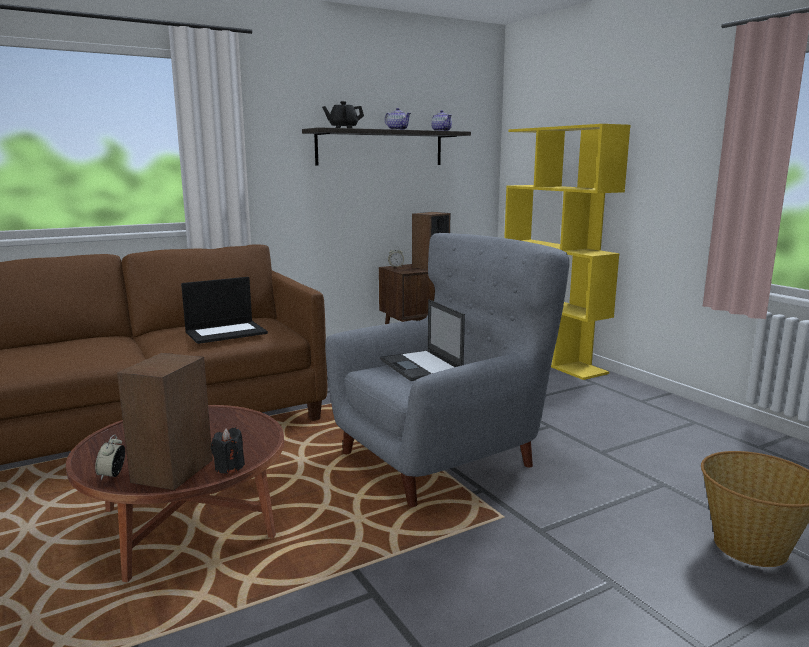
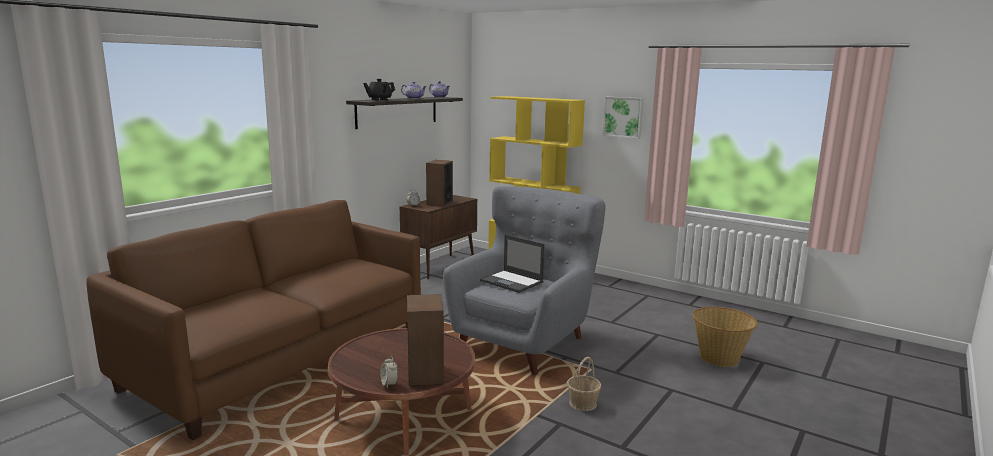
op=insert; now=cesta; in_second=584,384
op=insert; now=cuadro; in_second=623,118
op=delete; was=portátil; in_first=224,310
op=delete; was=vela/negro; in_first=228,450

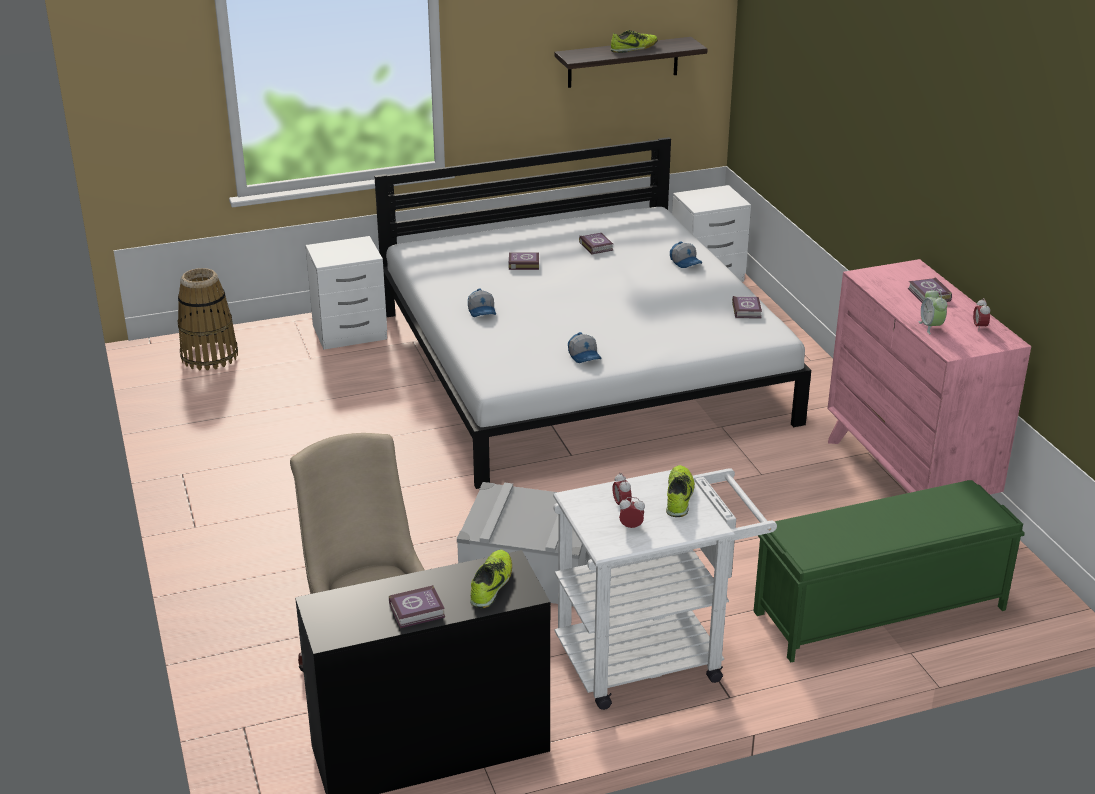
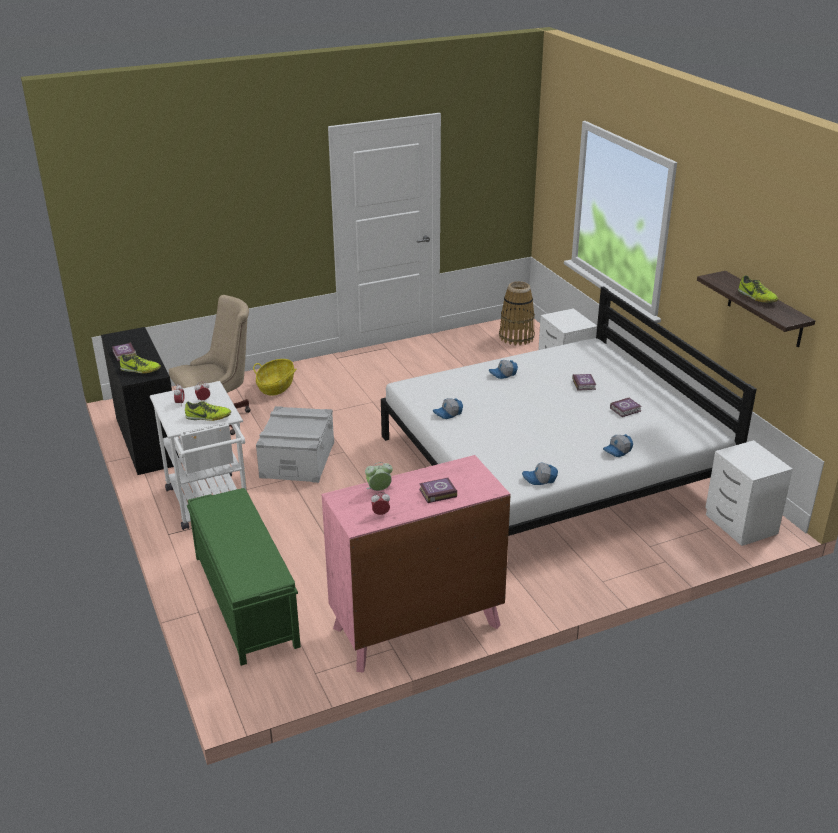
op=insert; now=cesta; in_second=274,377
op=replace; was=libro; now=gorra; in_first=747,307; in_second=540,474

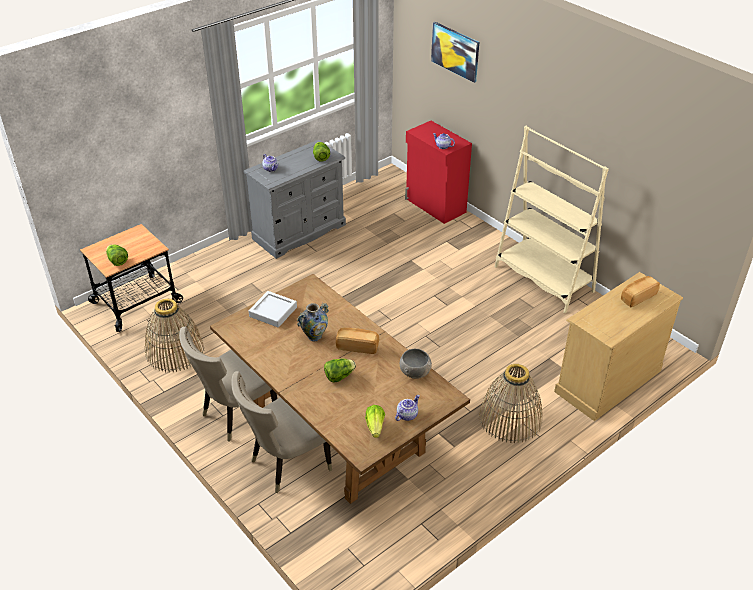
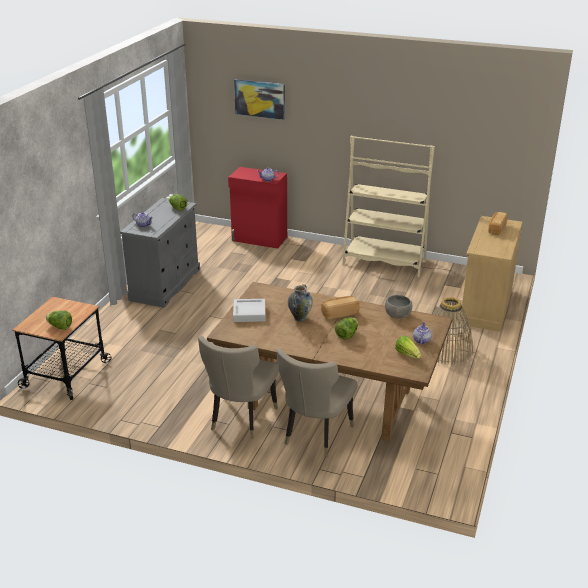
op=delete; was=cesta; in_first=175,335

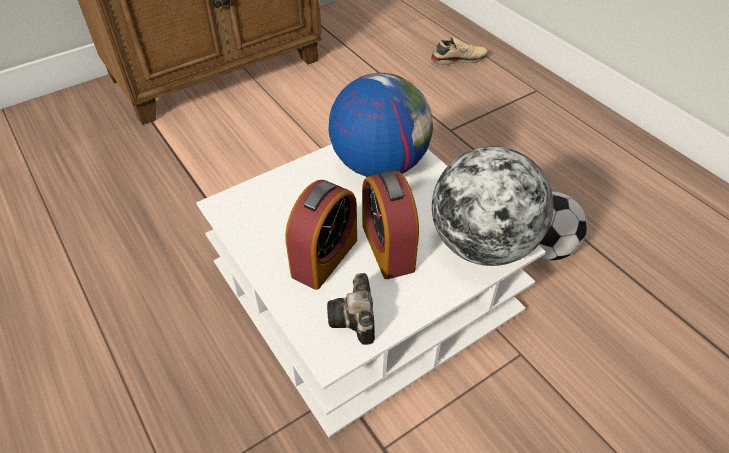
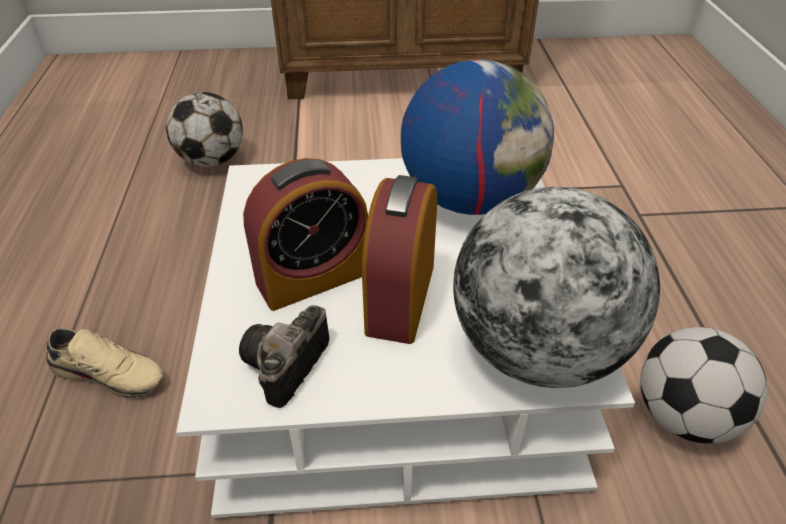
op=move; was=zapato/beis; in_first=459,50; in_second=105,363
op=insert; now=balón de fútbol; in_second=204,129

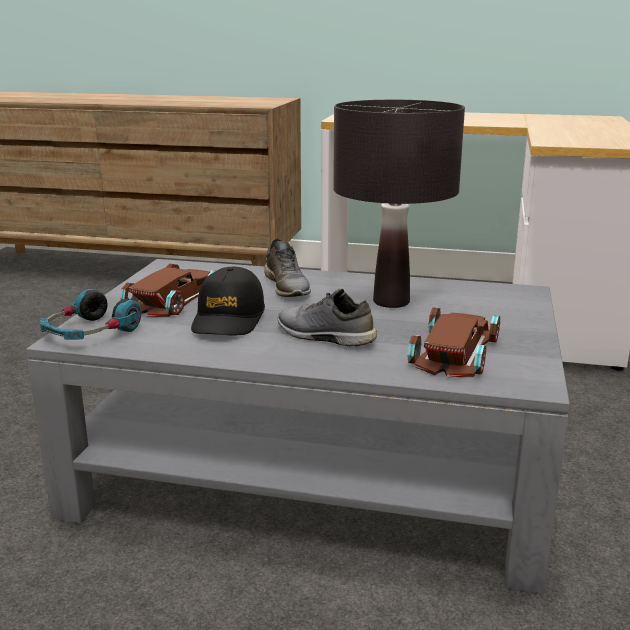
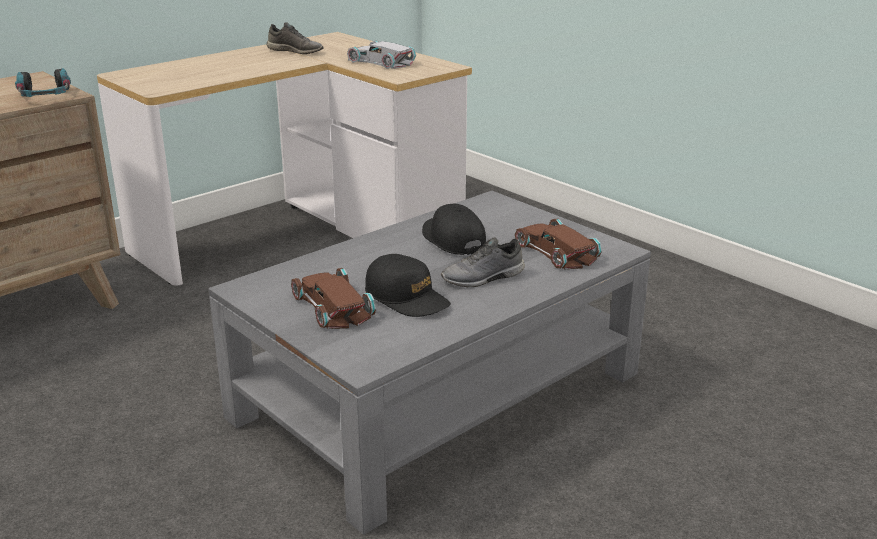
op=move; was=auriculares; in_first=90,314; in_second=43,82
op=move; was=zapato/gris; in_first=287,268; in_second=295,38
op=insert; now=coche de juguete/blanco; in_second=381,55
op=replace; was=lámpara de mesa/negro; now=gorra/negro; in_first=399,204; in_second=454,229

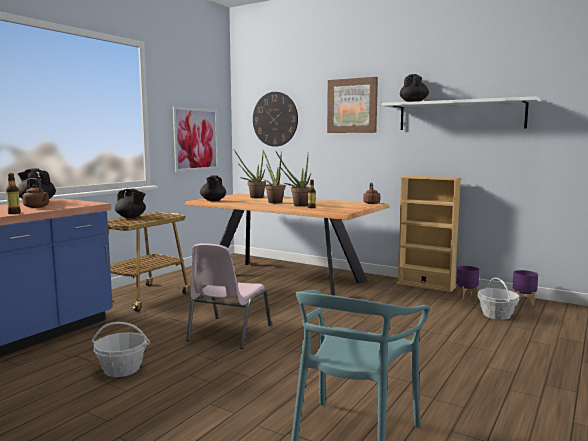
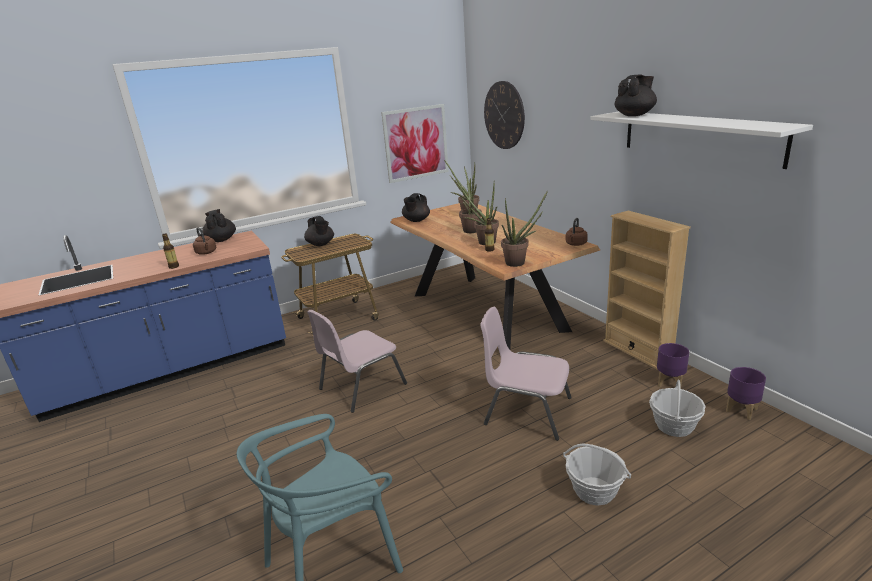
op=insert; now=silla/rosa; in_second=526,374
op=insert; now=planta en maceta; in_second=524,228
op=move; was=cesta; in_first=121,349; in_second=597,475
op=delete; was=cuadro; in_first=352,105

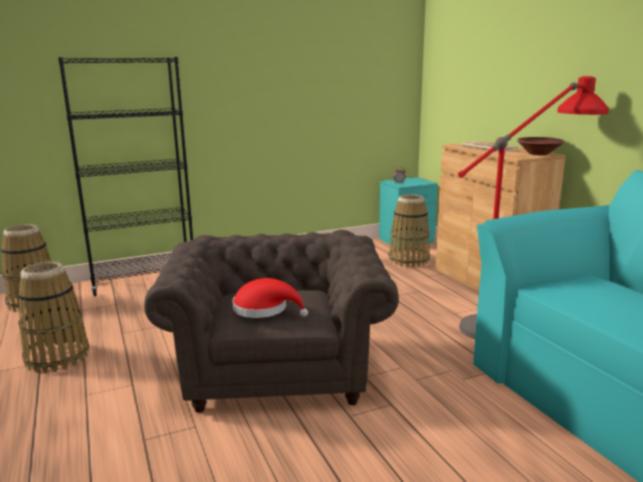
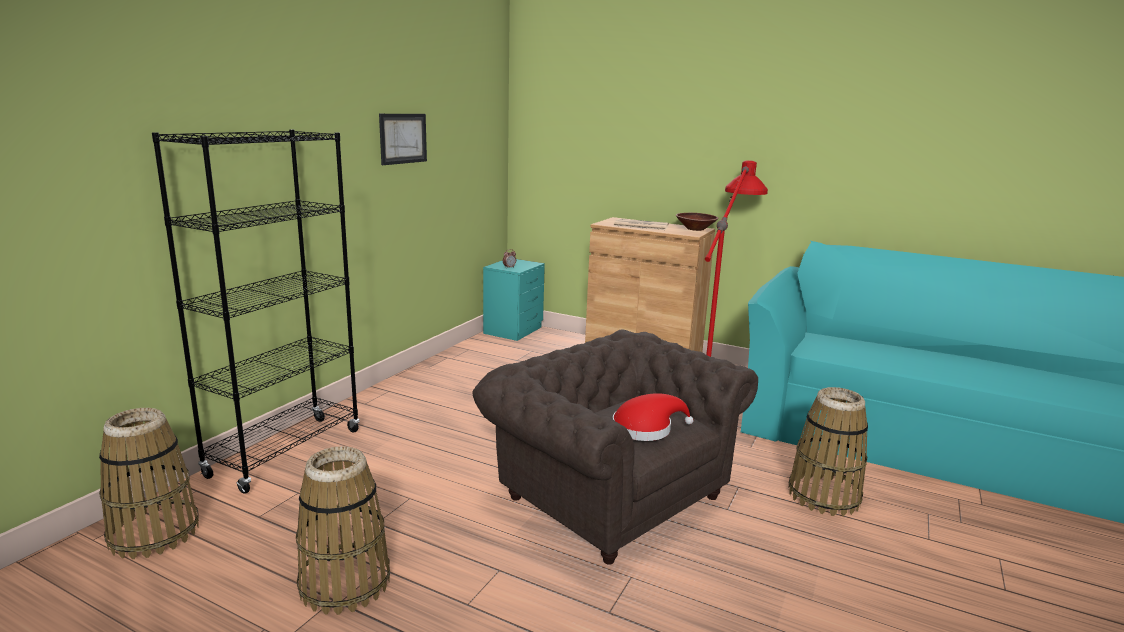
op=insert; now=cuadro; in_second=403,139
op=move; was=cesta; in_first=409,230; in_second=828,451

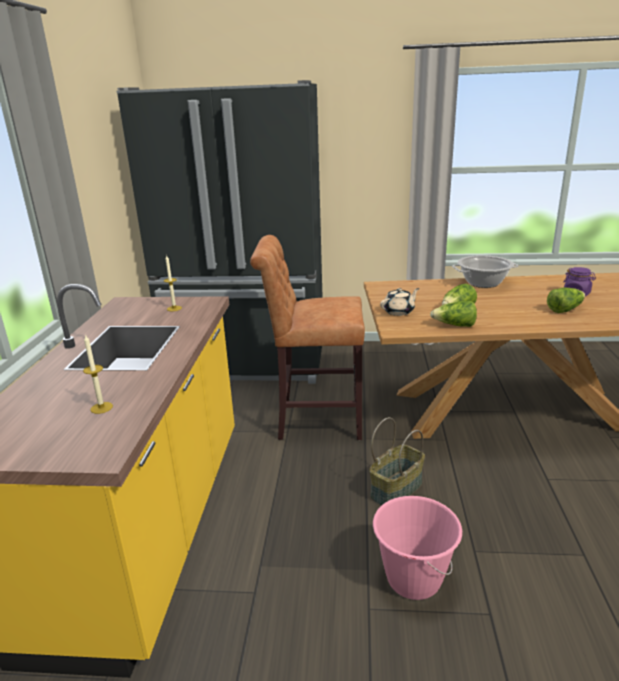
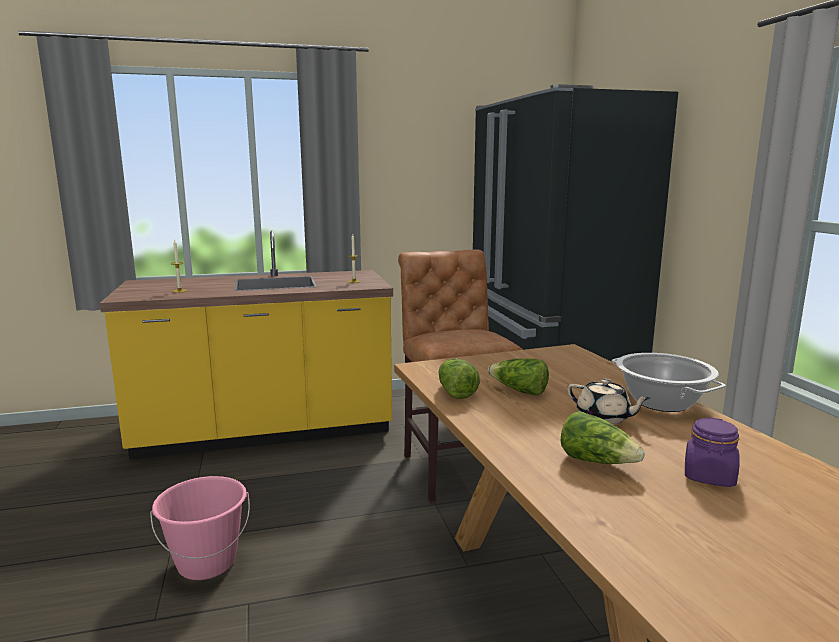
op=move; was=tetera/beis; in_first=399,302; in_second=609,402
op=delete; was=cesta; in_first=397,461

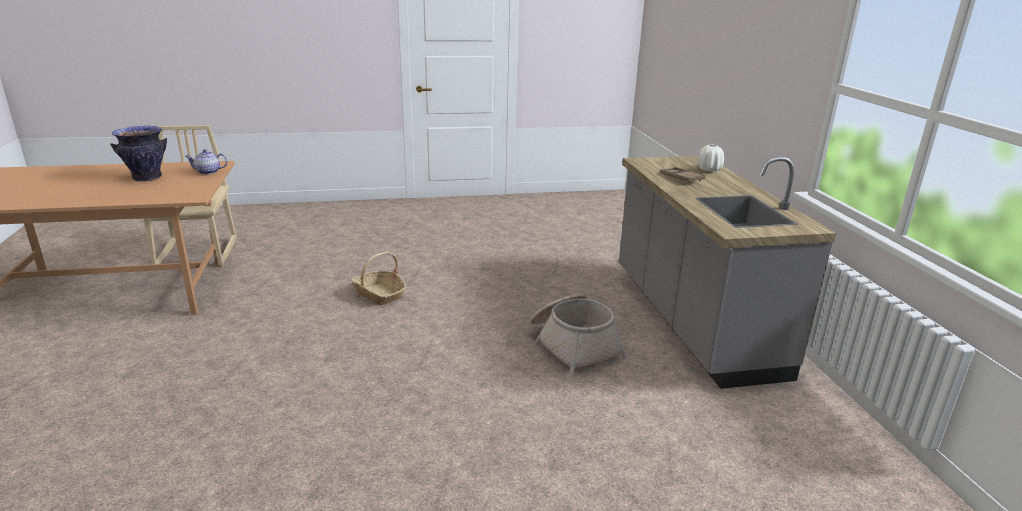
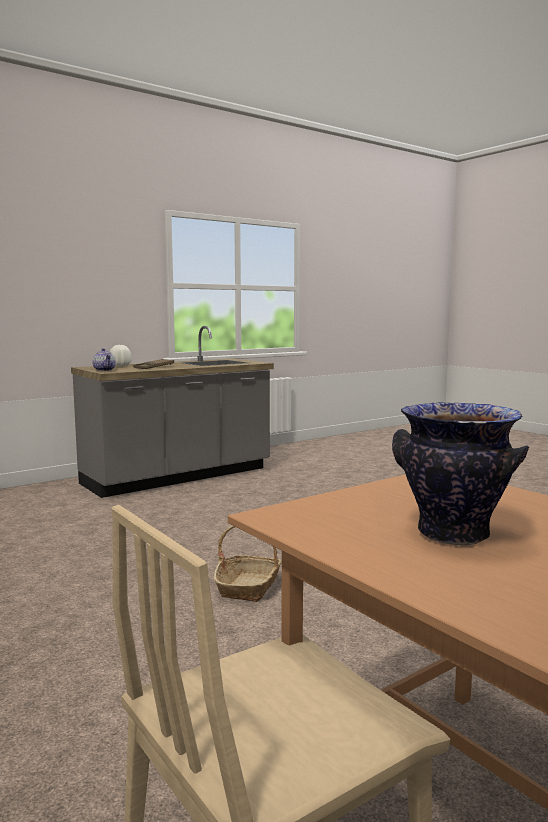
op=move; was=tetera; in_first=206,162; in_second=104,359
op=delete; was=cesta; in_first=578,335

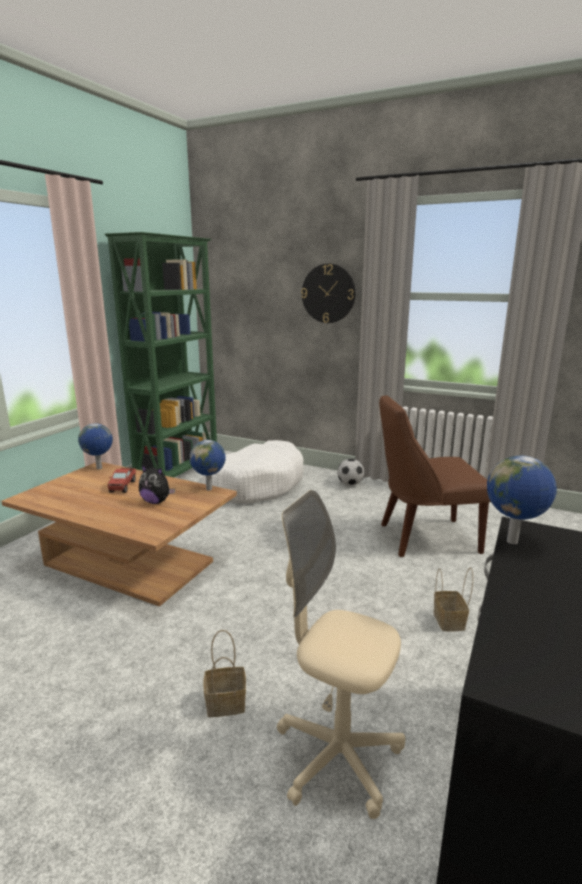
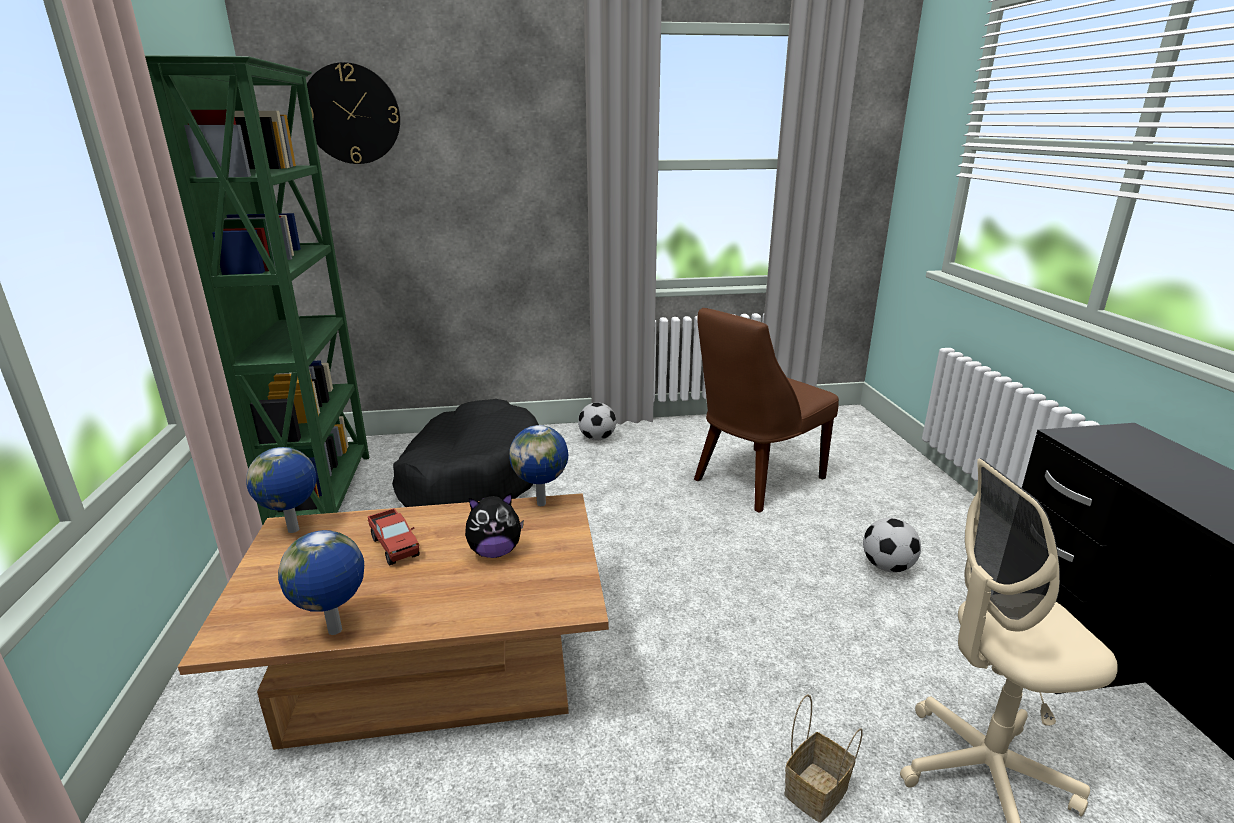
op=move; was=globo terráqueo; in_first=522,500; in_second=321,582
op=move; was=reloj de pared; in_first=328,293; in_second=353,113
op=recolor; was=cama para perro/blanco; now=cama para perro/negro; in_first=253,472; in_second=465,453
op=replace; was=cesta; now=balón de fútbol; in_first=453,599; in_second=892,545

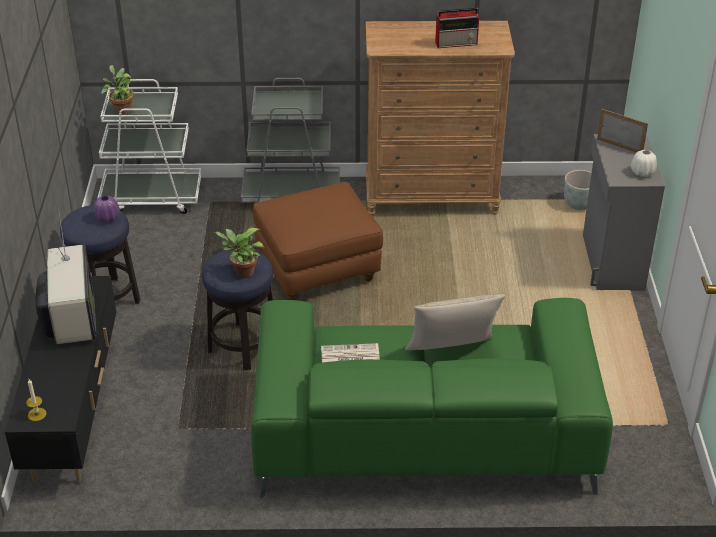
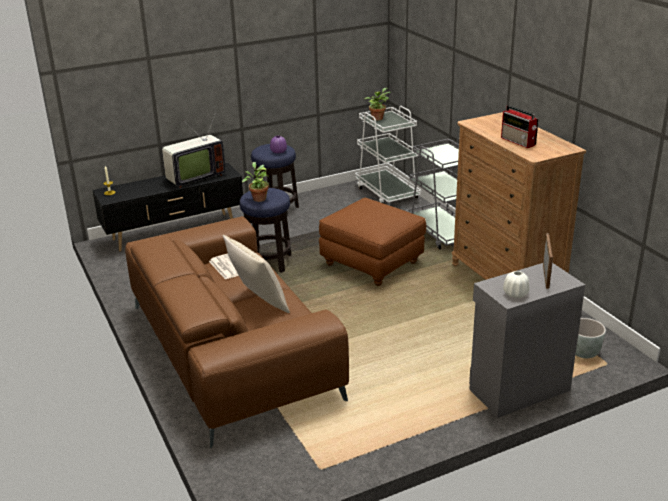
op=recolor; was=sofá/verde; now=sofá/marrón; in_first=432,398; in_second=237,332

